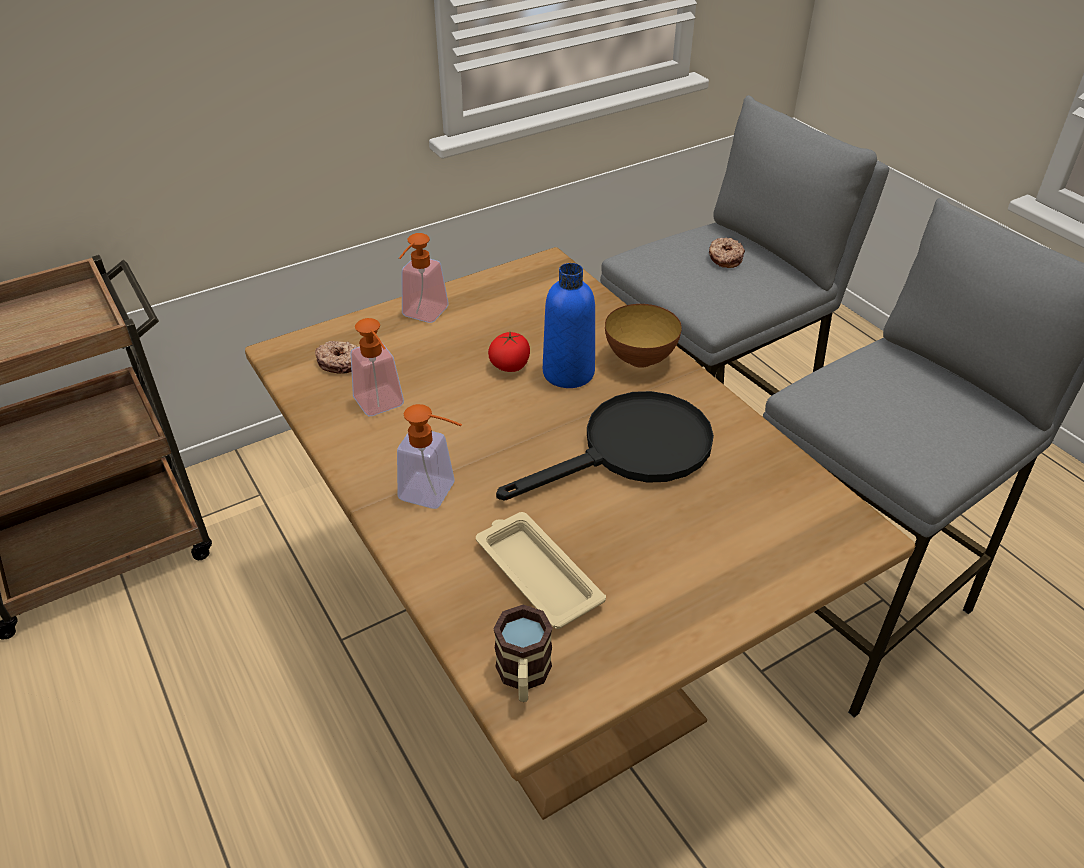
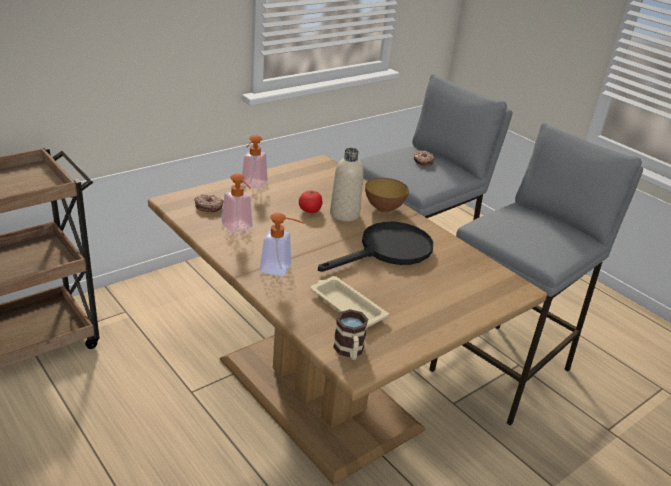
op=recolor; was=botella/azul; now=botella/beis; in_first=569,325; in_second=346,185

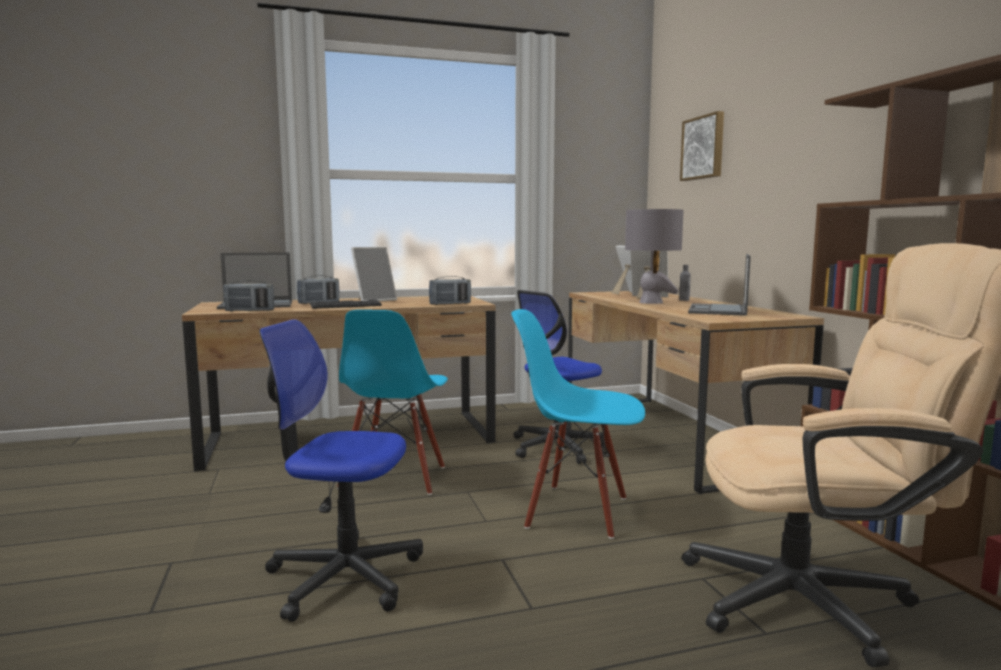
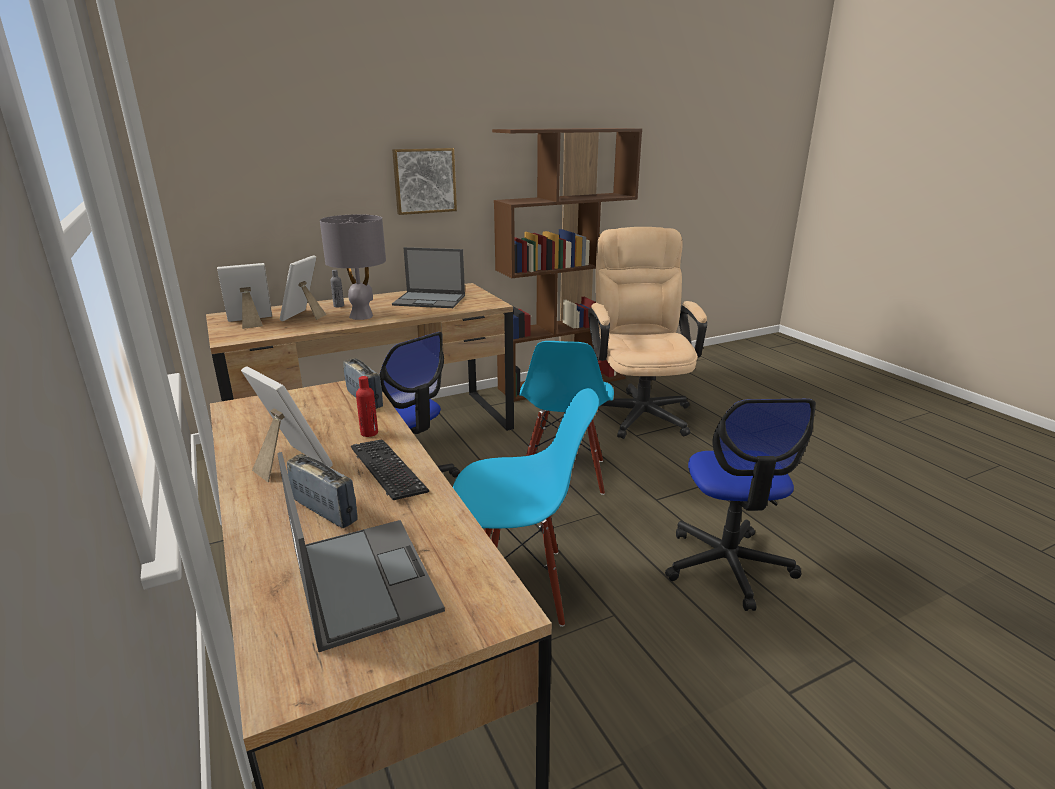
op=insert; now=botella/rojo; in_second=367,406
op=move; was=cuadro; in_first=702,146; in_second=424,181
op=delete; was=radio; in_first=249,296

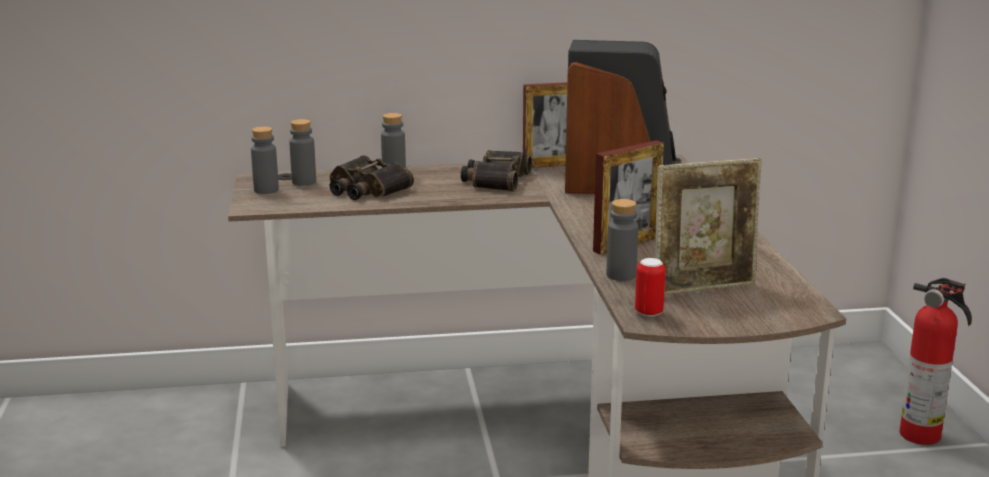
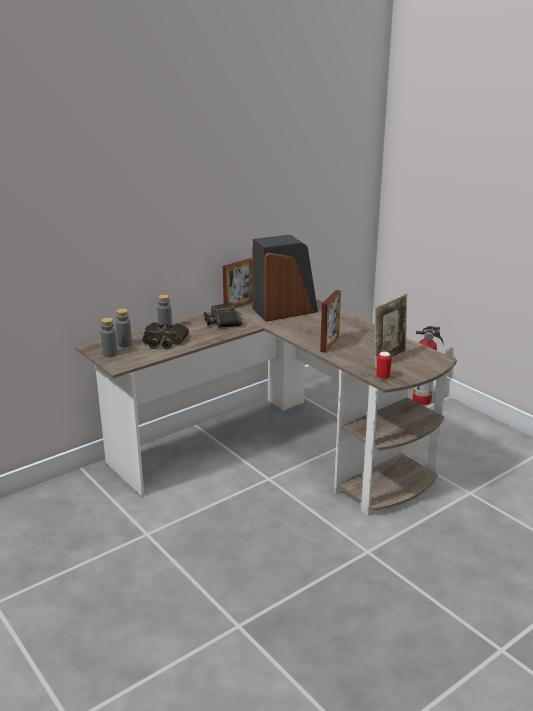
op=delete; was=botella/gris; in_first=622,240

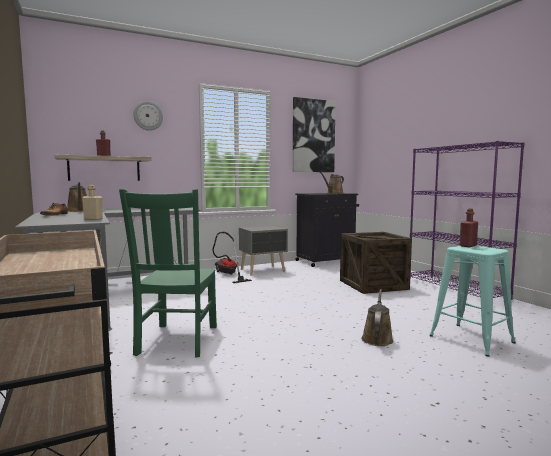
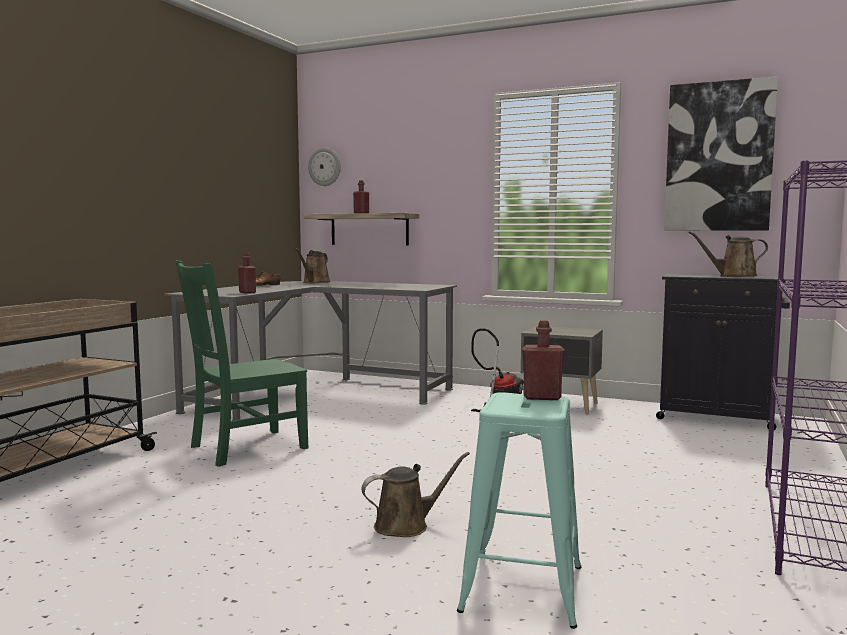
op=recolor; was=botella/beis; now=botella/rojo; in_first=92,202; in_second=247,273
op=move; was=reloj de pared; in_first=148,116; in_second=324,167
op=delete; was=caja de embalaje; in_first=376,263

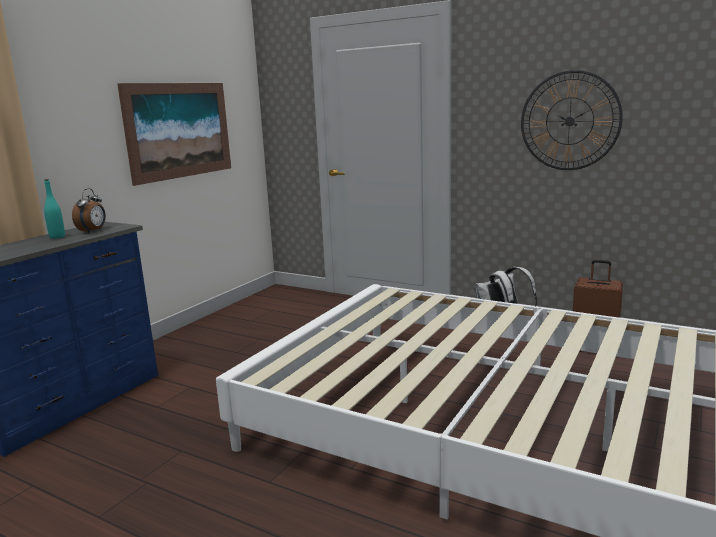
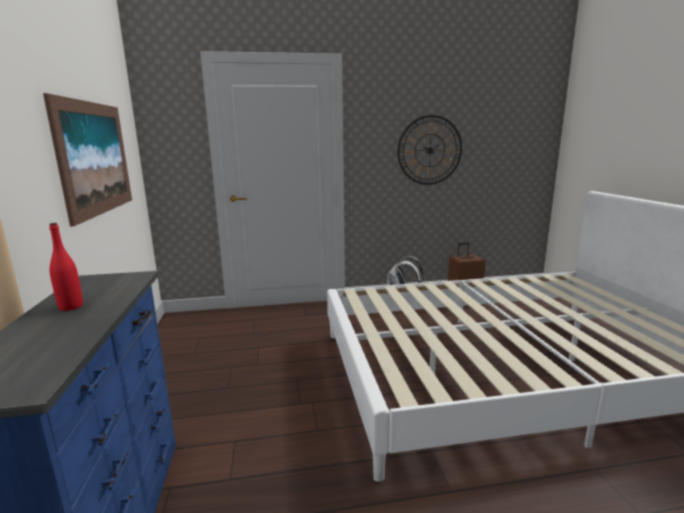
op=recolor; was=botella/turquesa; now=botella/rojo; in_first=54,209; in_second=66,267
op=delete; was=despertador; in_first=89,210

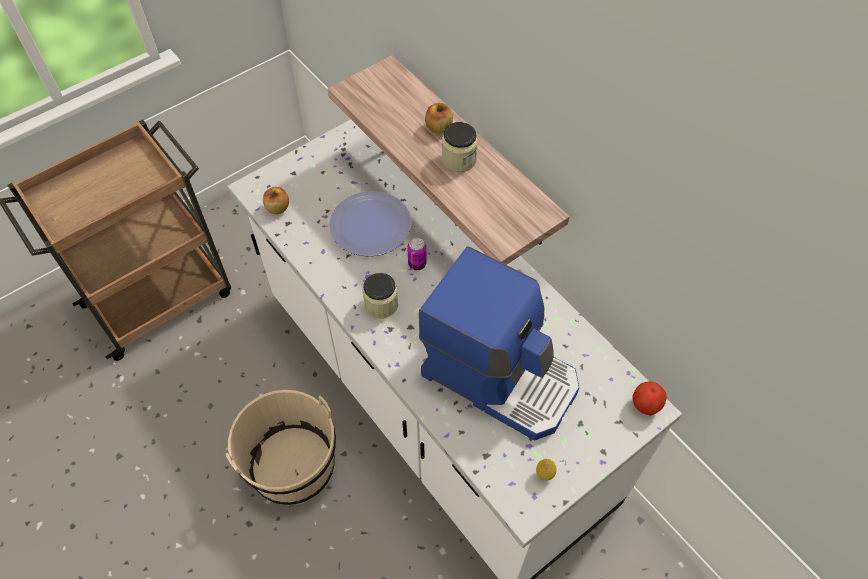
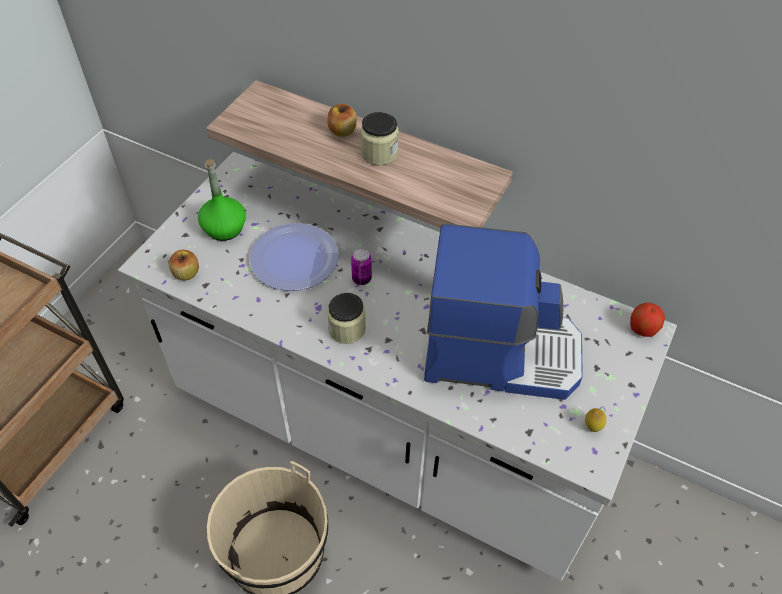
op=insert; now=botella/verde; in_second=222,200

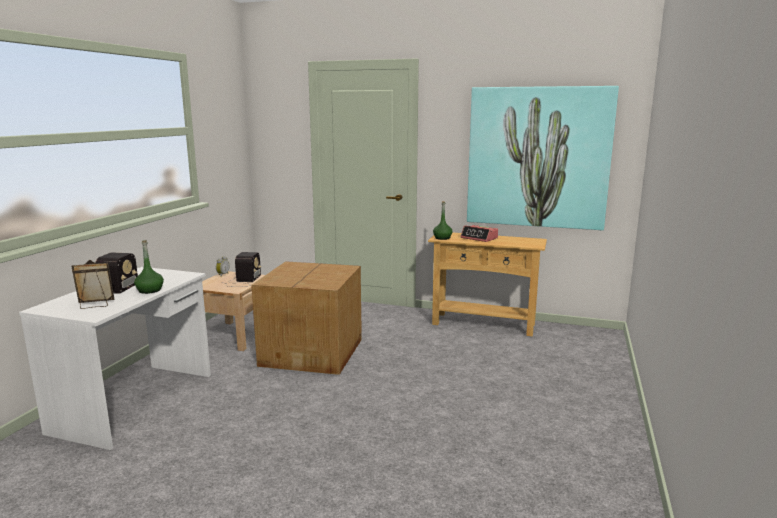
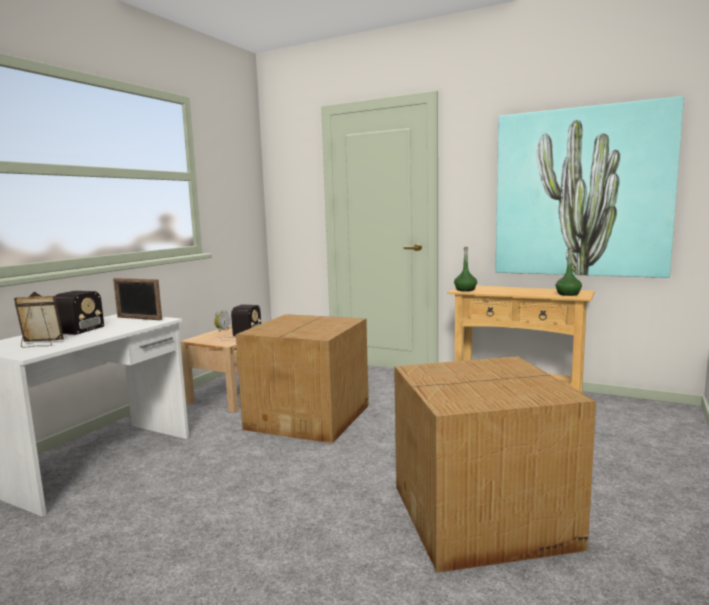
op=insert; now=portarretratos; in_second=137,299
op=insert; now=caja de cartón; in_second=495,464
op=move; was=botella/verde; in_first=149,267; in_second=569,271
op=delete; was=despertador; in_first=479,233

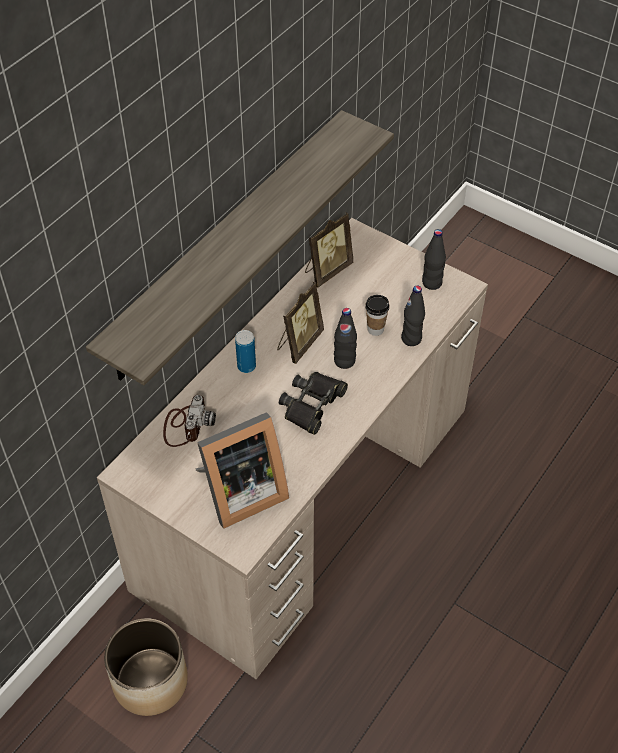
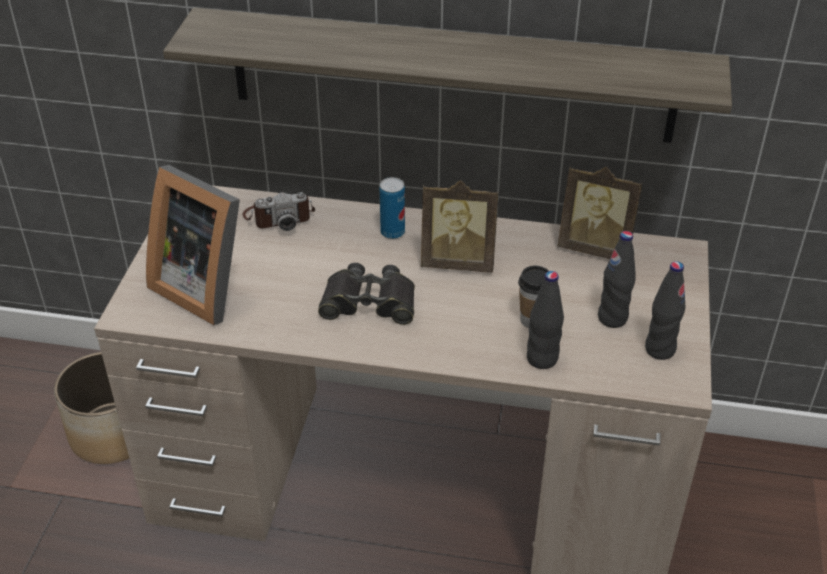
op=move; was=botella/negro; in_first=345,338; in_second=617,279

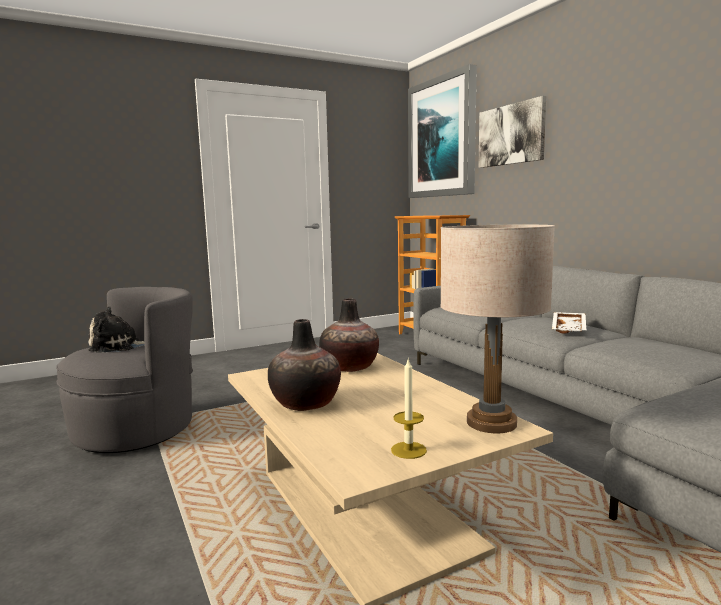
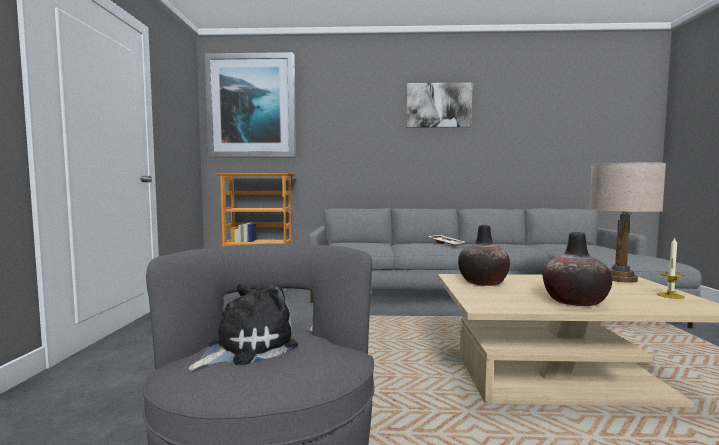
op=rotate; was=peluche; in_first=116,330; in_second=243,326; clockwise=-150
op=move; was=cuadro; in_first=512,132; in_second=439,105

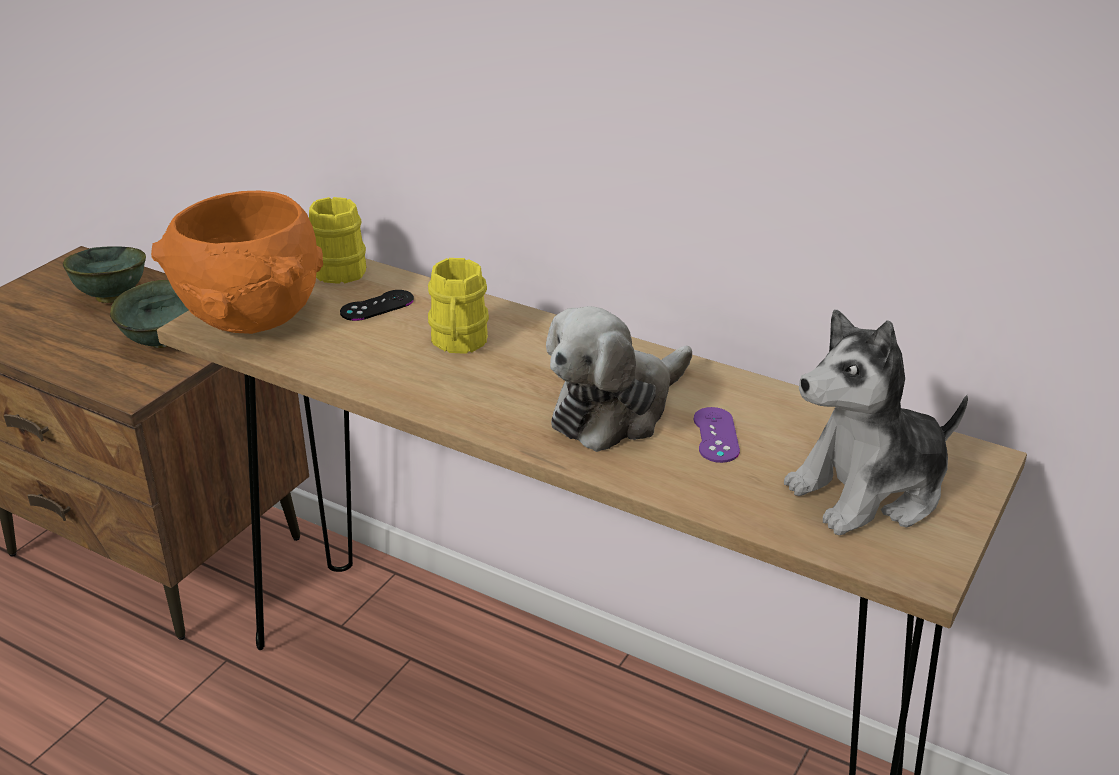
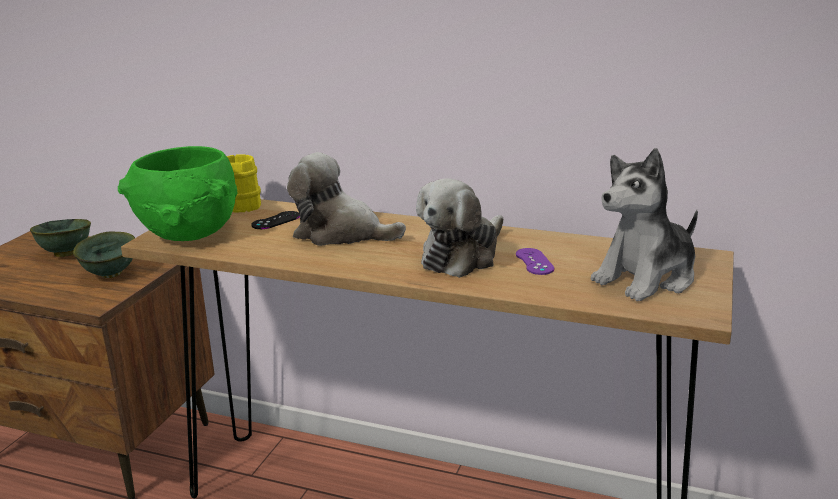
op=recolor; was=cuenco/naranja; now=cuenco/verde; in_first=237,262; in_second=178,193
op=replace; was=taza grande/amarillo; now=peluche; in_first=458,306; in_second=346,199

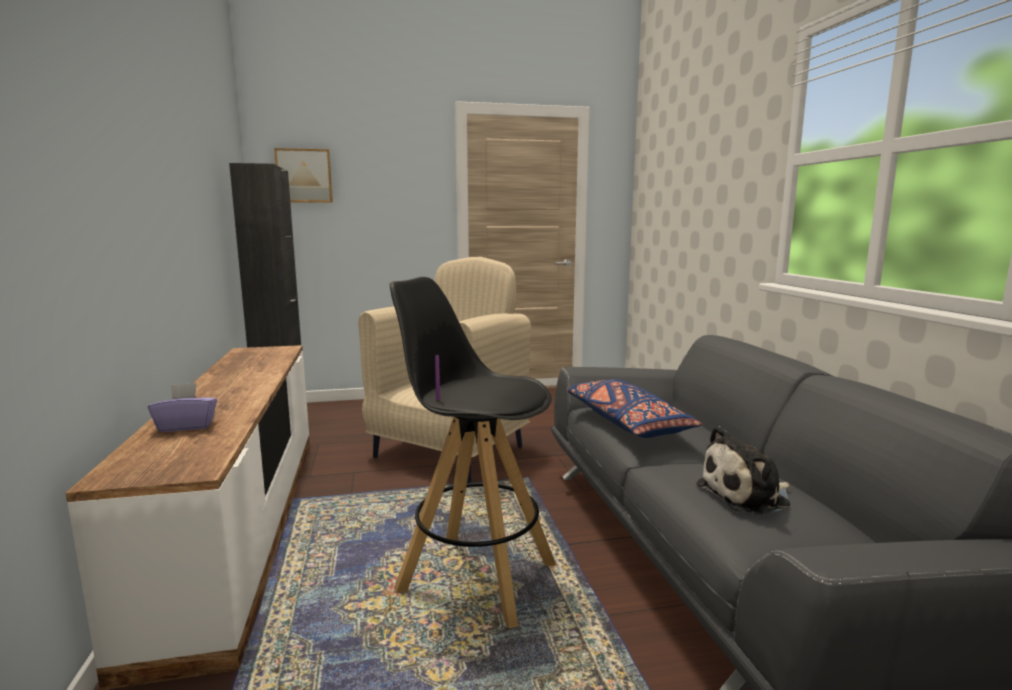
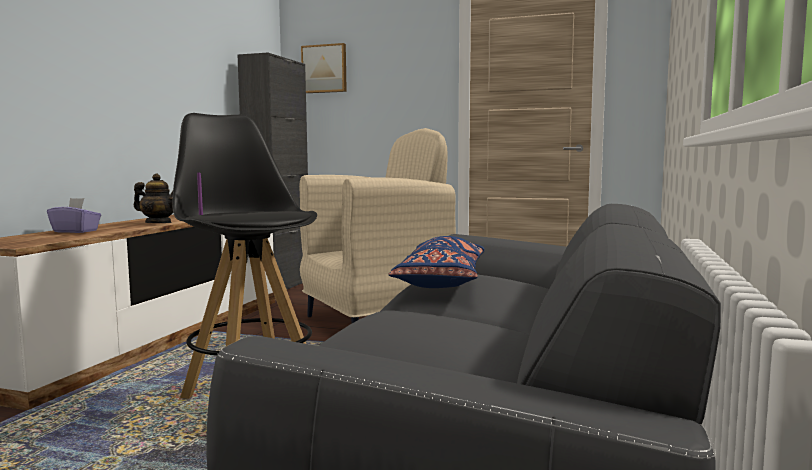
op=insert; now=tetera; in_second=153,198
op=delete; was=peluche; in_first=743,470

